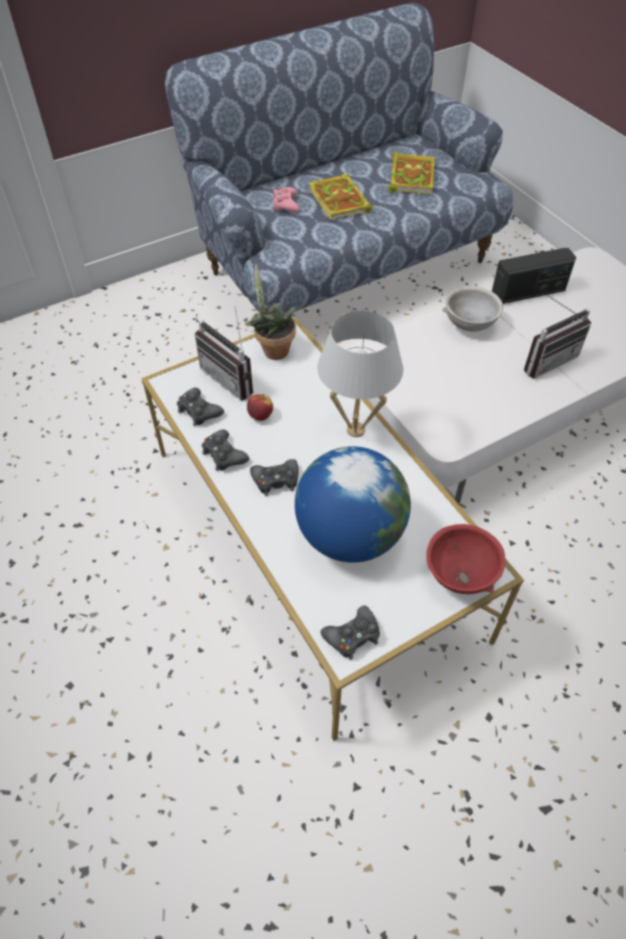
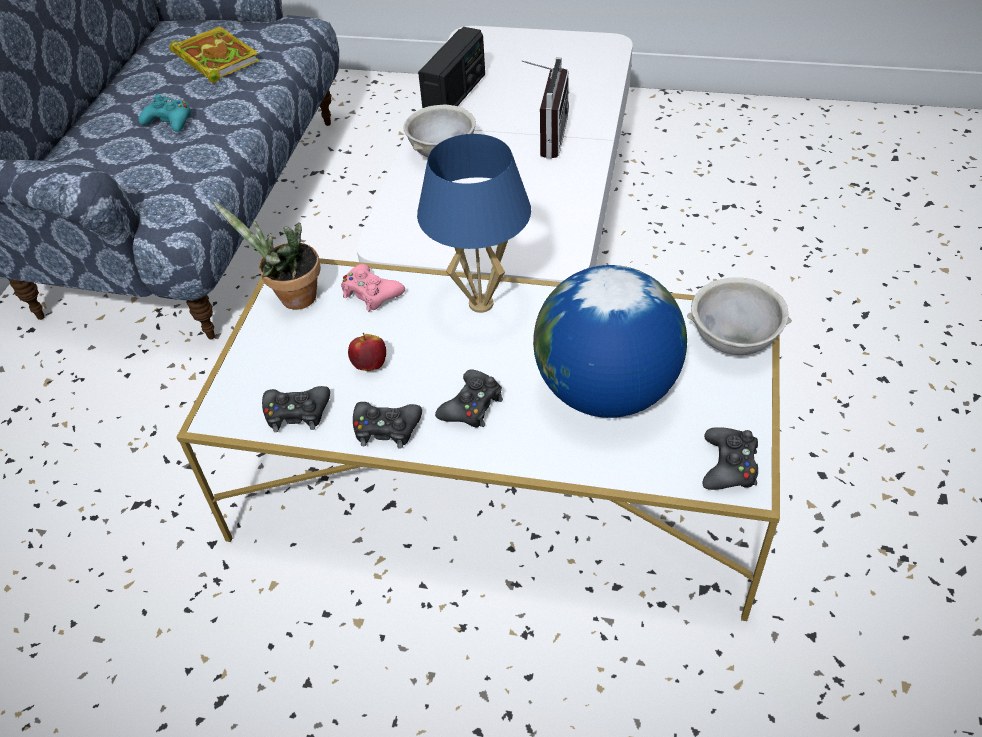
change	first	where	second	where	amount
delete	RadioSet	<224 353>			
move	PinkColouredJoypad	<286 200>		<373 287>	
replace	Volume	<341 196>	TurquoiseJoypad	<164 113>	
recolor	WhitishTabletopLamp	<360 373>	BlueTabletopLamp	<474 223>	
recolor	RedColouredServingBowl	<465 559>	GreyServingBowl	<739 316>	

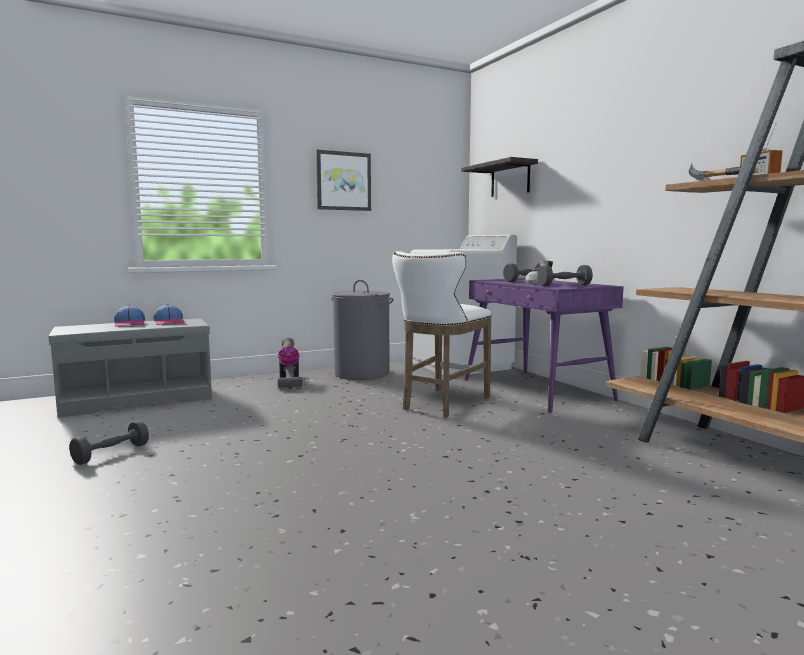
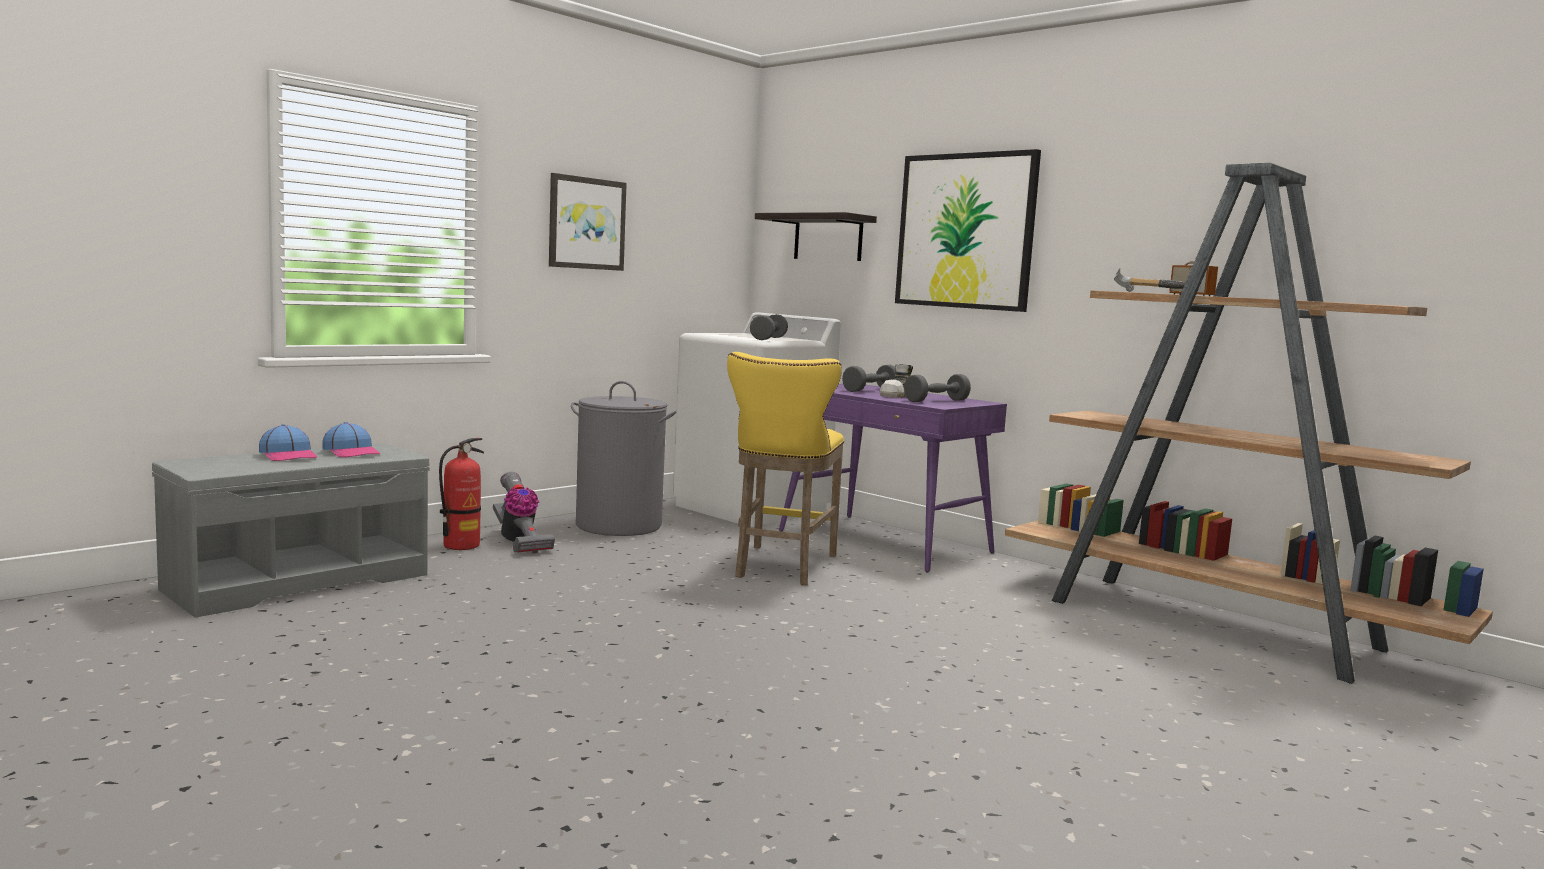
change	first	where	second	where	amount
move	GreyFreeWeight	<109 442>		<769 327>	
recolor	WhitishSittingStool	<442 334>	YellowishSittingStool	<785 468>	
insert			FireExtinguisher	<461 494>	
insert			WallPicture	<968 230>	

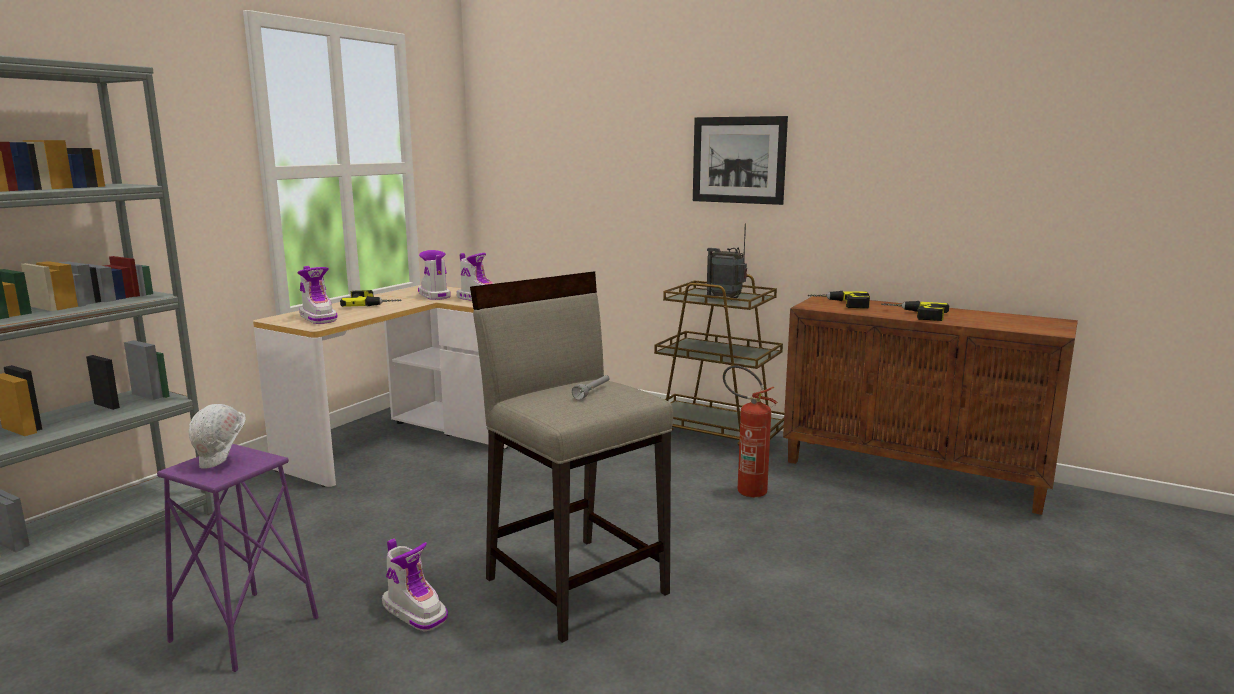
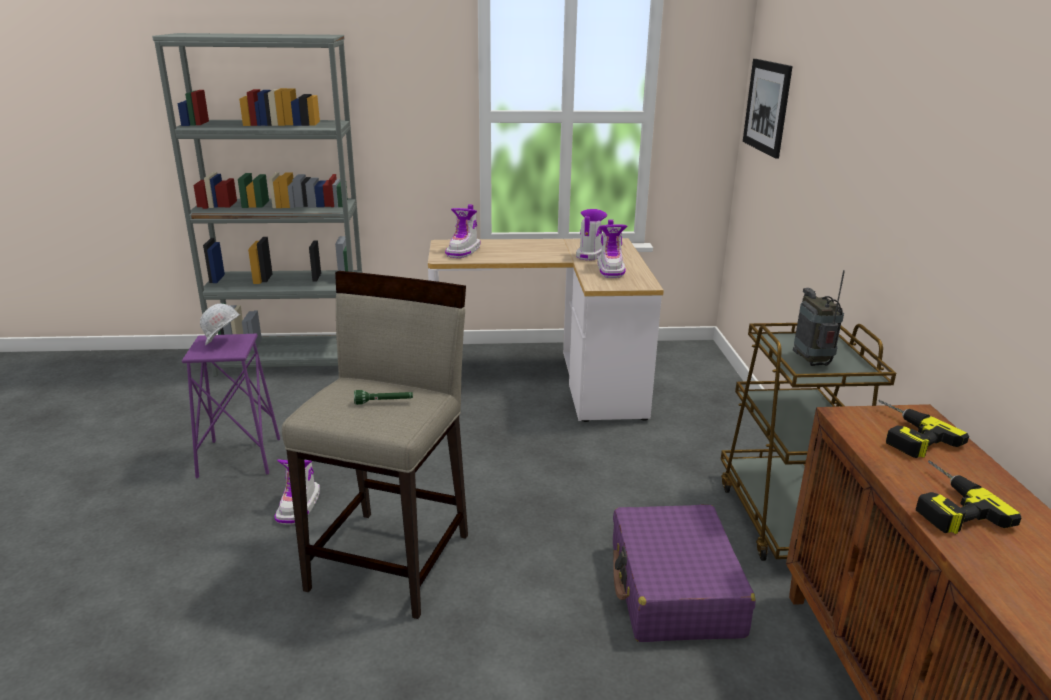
change	first	where	second	where	amount
delete	Drill	<370 298>			
recolor	GreyHandTorch	<591 387>	GreenHandTorch	<383 397>	
move	WallPicture	<740 160>		<768 109>	
replace	FireExtinguisher	<750 431>	PurplishPieceOfLuggage	<684 573>	

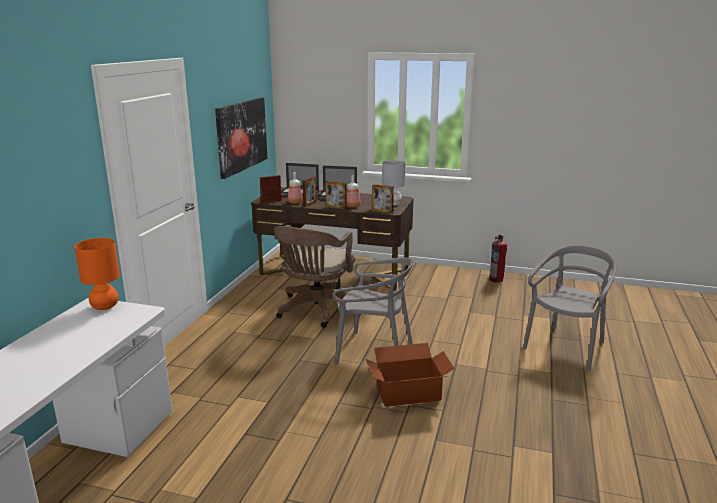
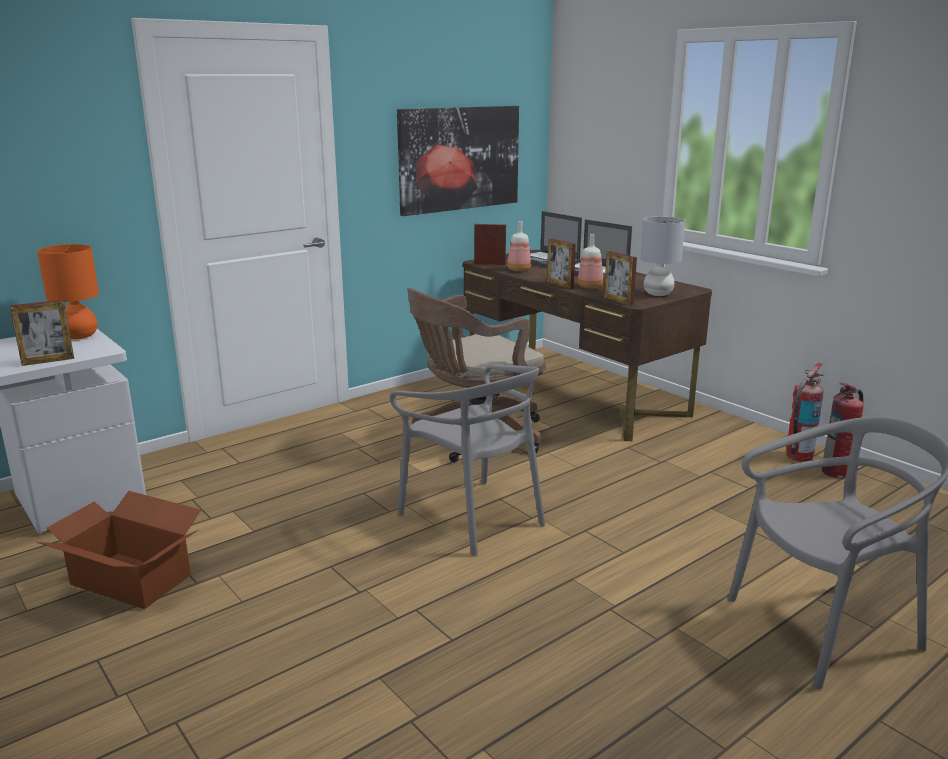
change	first	where	second	where	amount
move	StandingFrame	<310 191>		<42 333>	
move	PackingBox	<410 375>		<118 550>	
insert			FireExtinguisher	<805 412>	

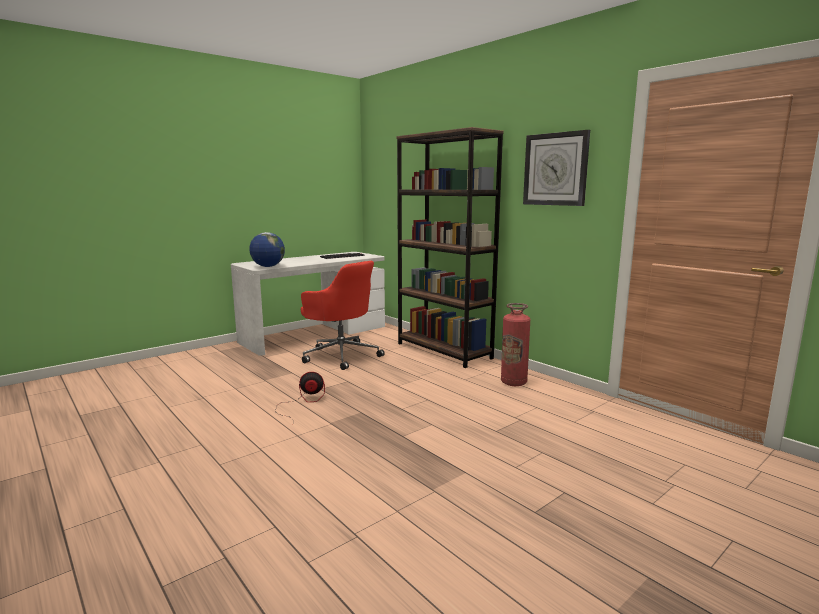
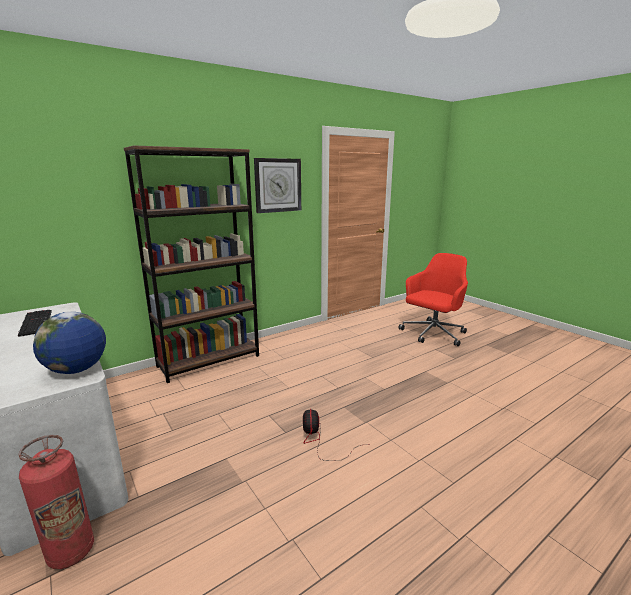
change	first	where	second	where	amount
move	RedColouredDeskChair	<343 315>		<433 299>	
move	FireExtinguisher	<515 344>		<56 502>	

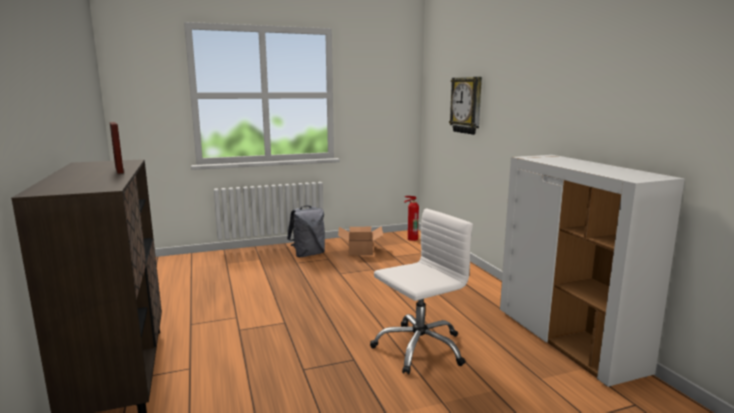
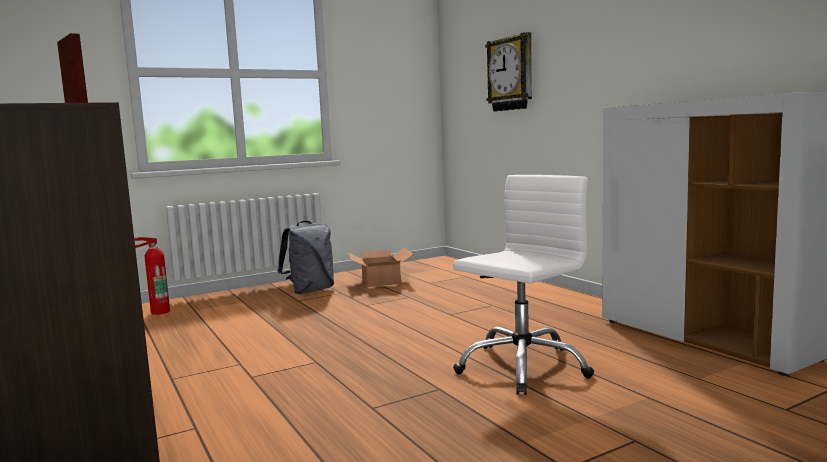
change	first	where	second	where	amount
move	FireExtinguisher	<411 218>		<152 276>	

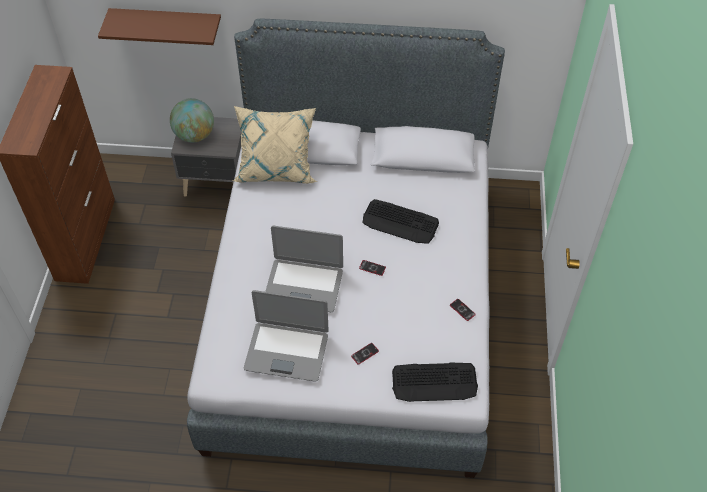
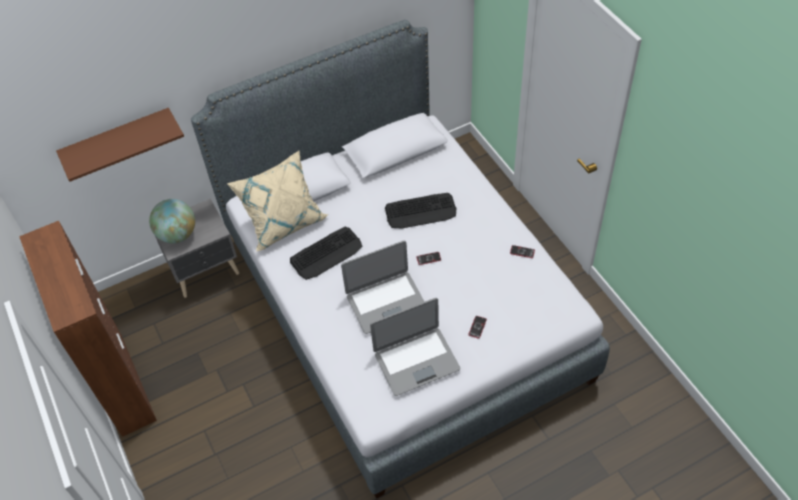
change	first	where	second	where	amount
move	Keyboard	<435 382>		<326 253>	

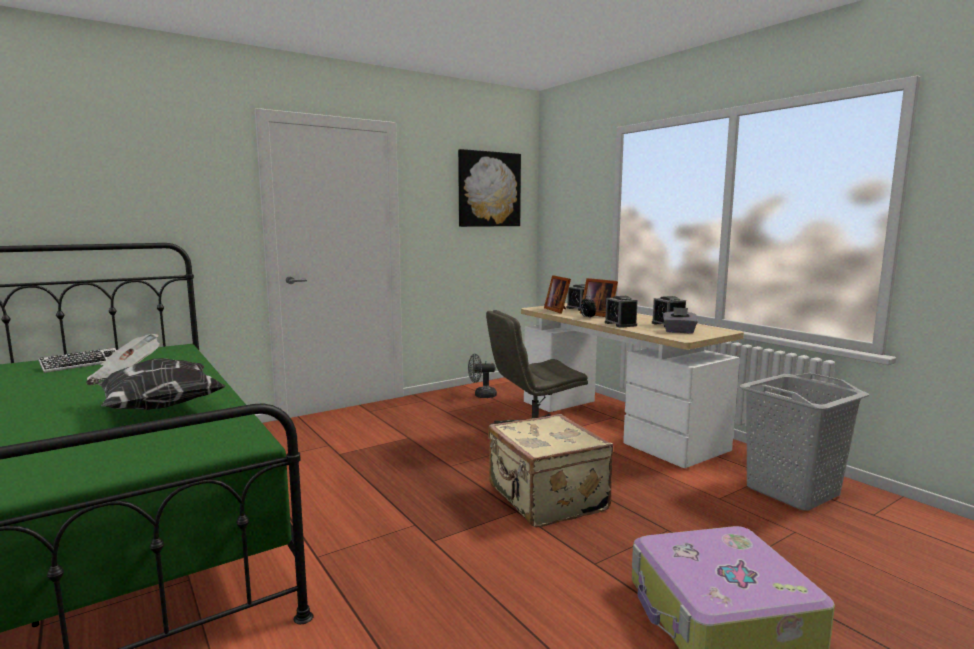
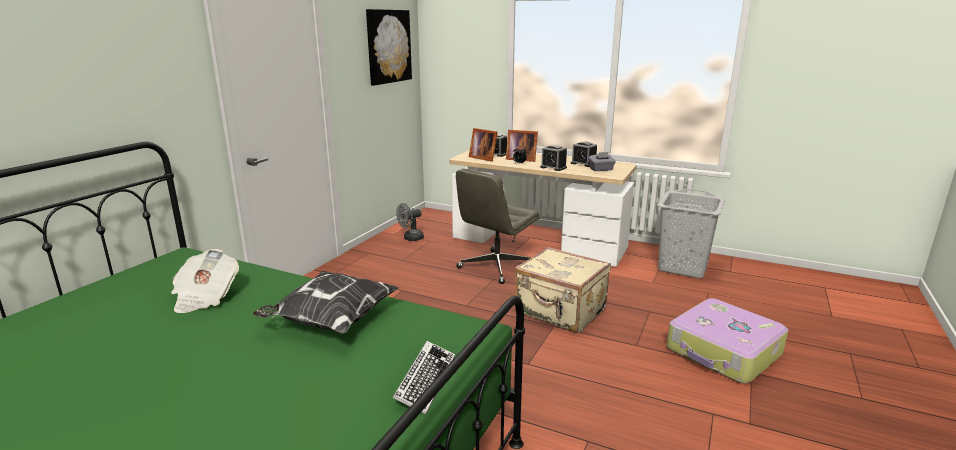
change	first	where	second	where	amount
move	Keyboard	<77 360>		<424 378>	

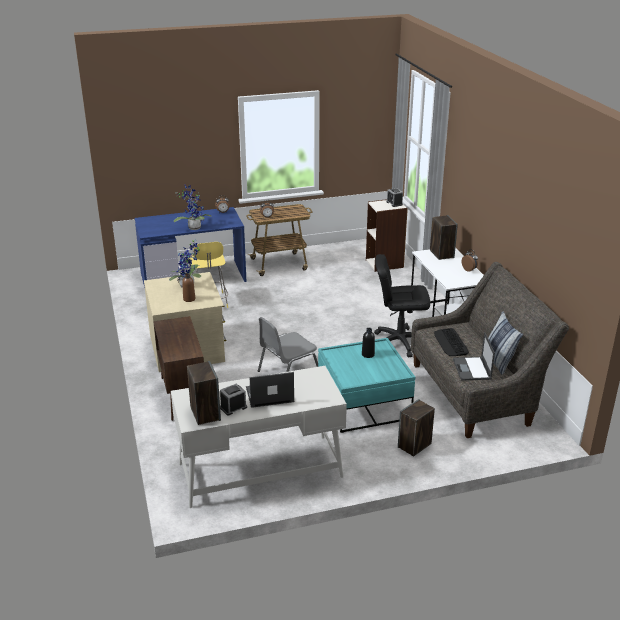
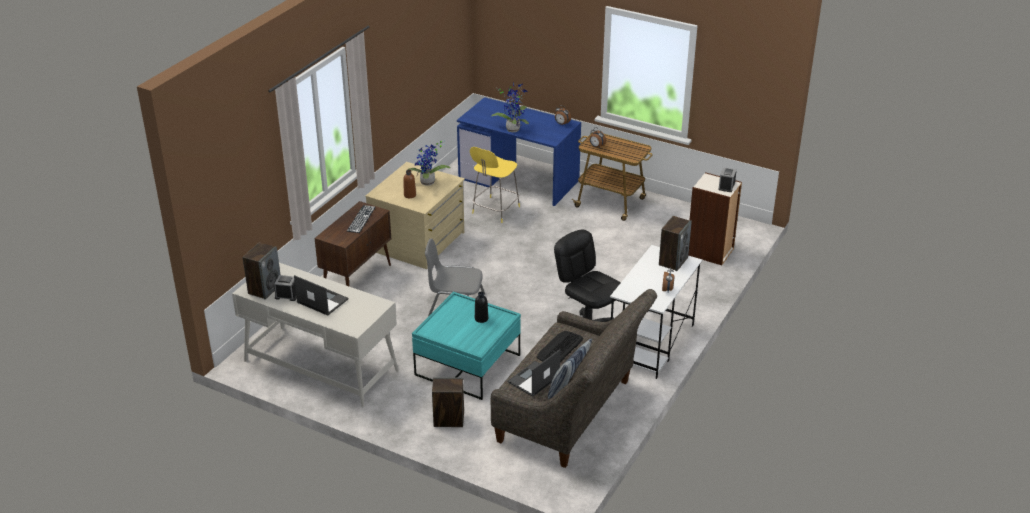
change	first	where	second	where	amount
insert			Keyboard	<361 219>	

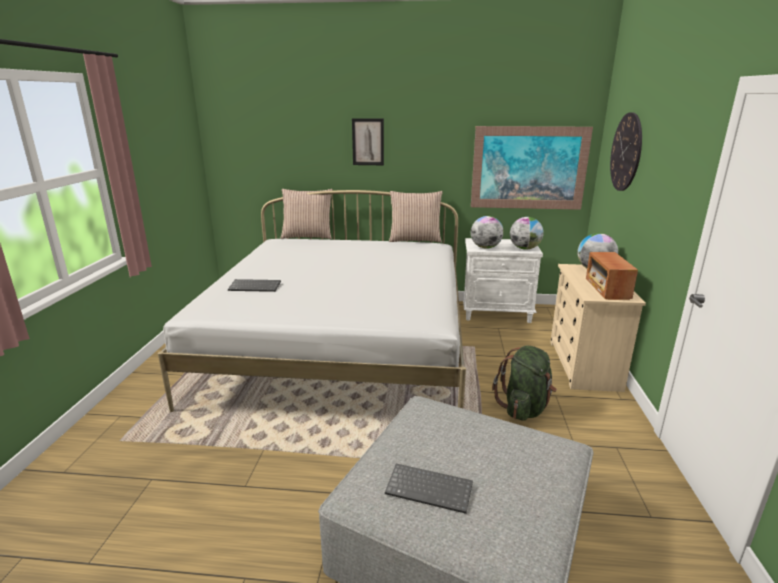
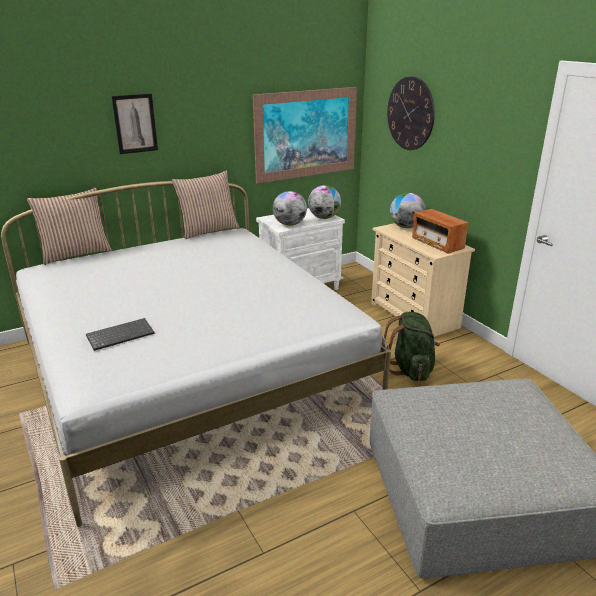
change	first	where	second	where	amount
delete	Keyboard	<429 489>			

